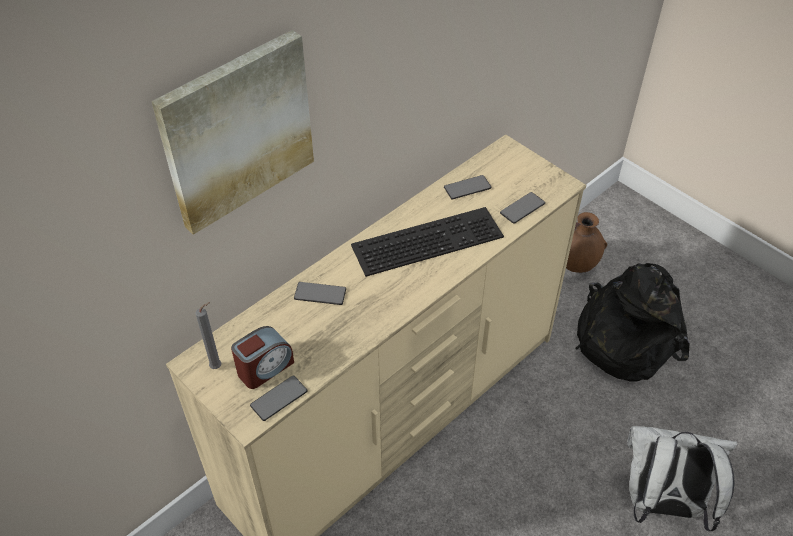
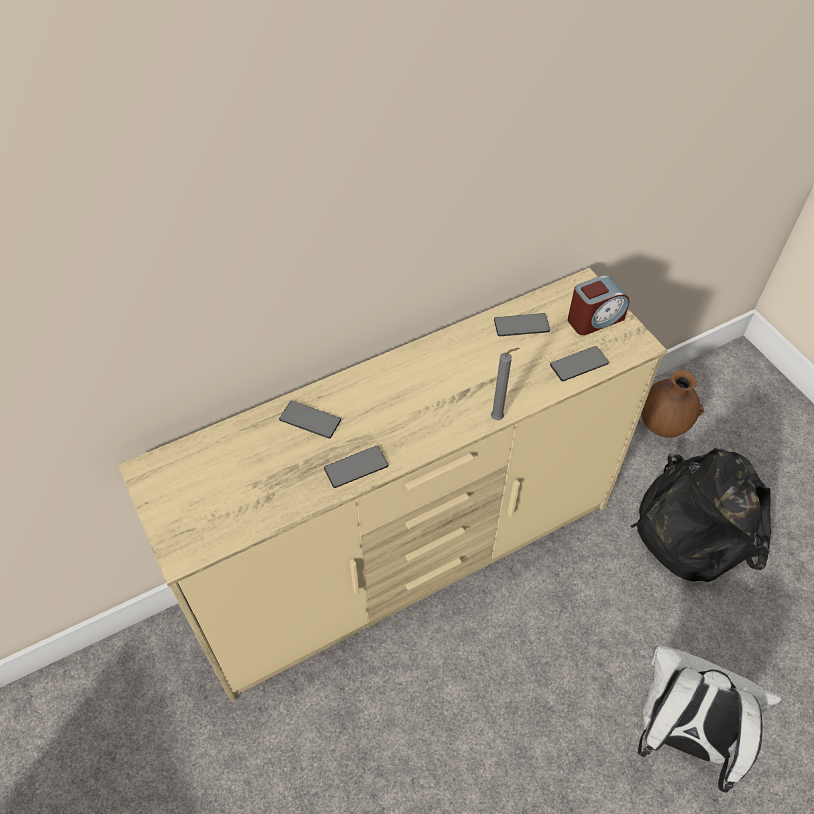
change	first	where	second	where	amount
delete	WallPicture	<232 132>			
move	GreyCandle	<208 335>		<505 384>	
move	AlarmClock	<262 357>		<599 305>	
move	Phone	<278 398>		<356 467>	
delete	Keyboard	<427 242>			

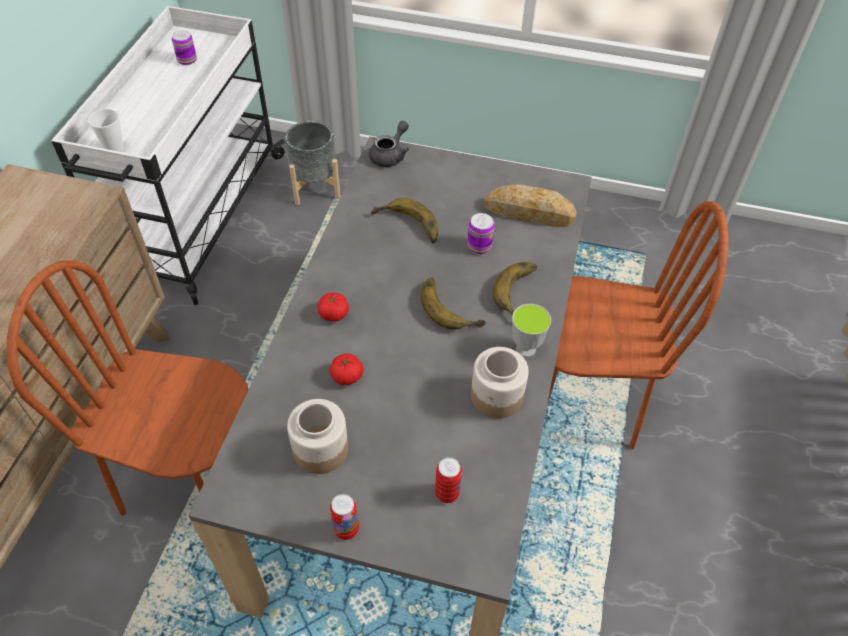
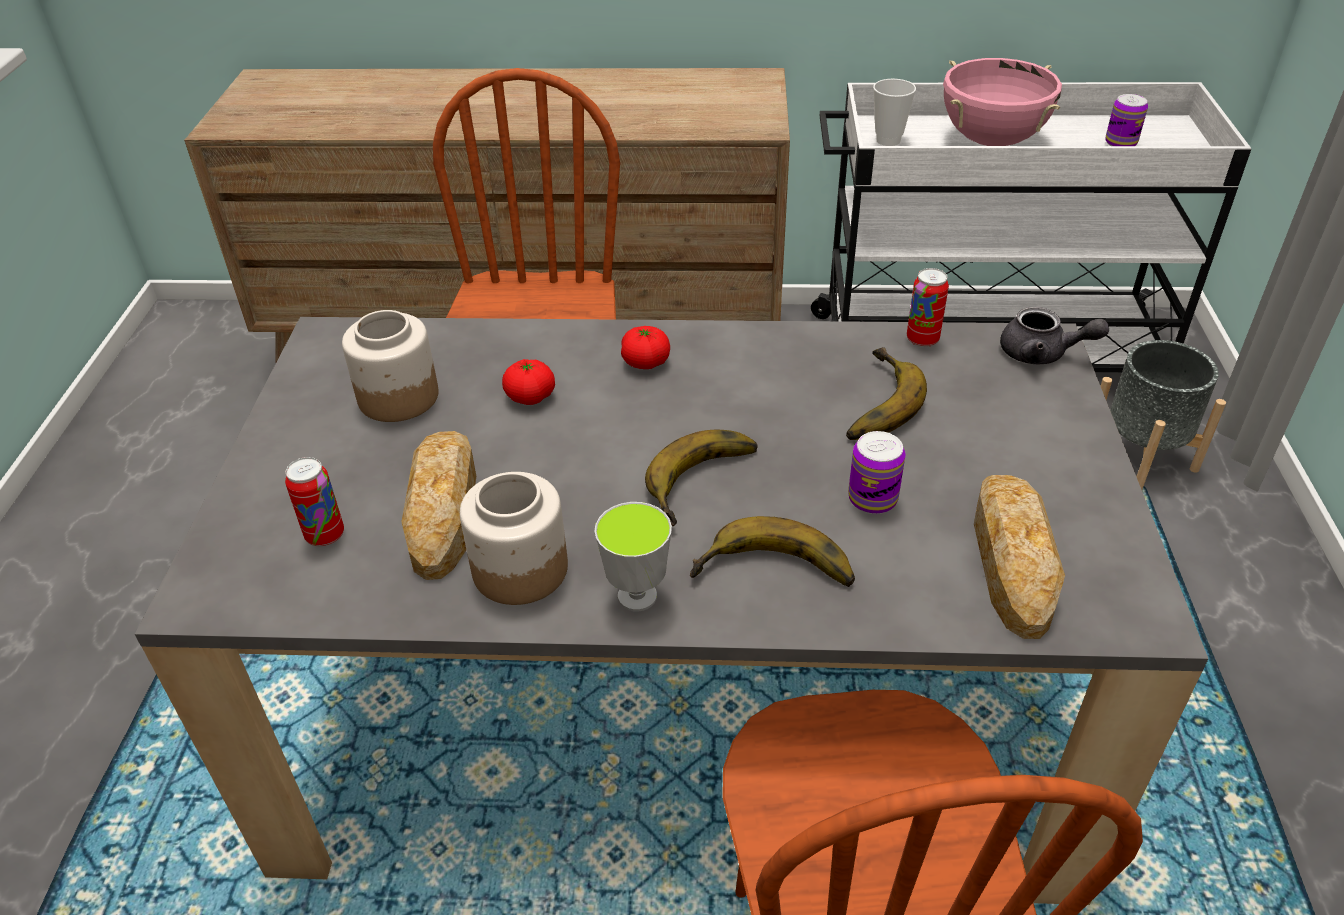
change	first	where	second	where	amount
move	MetalCan	<344 517>		<928 307>	
insert			BakeryBread	<439 505>	
insert			PinkColouredCookingPot	<1002 102>	

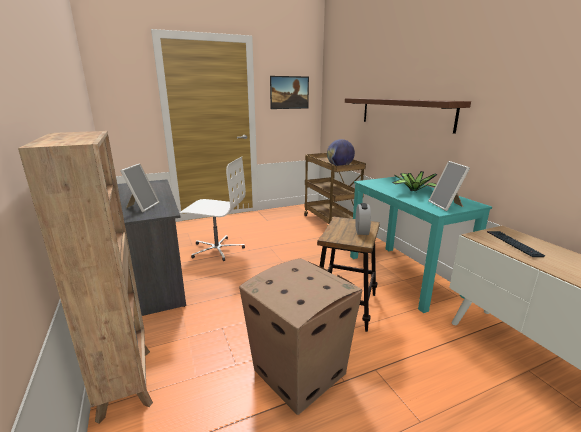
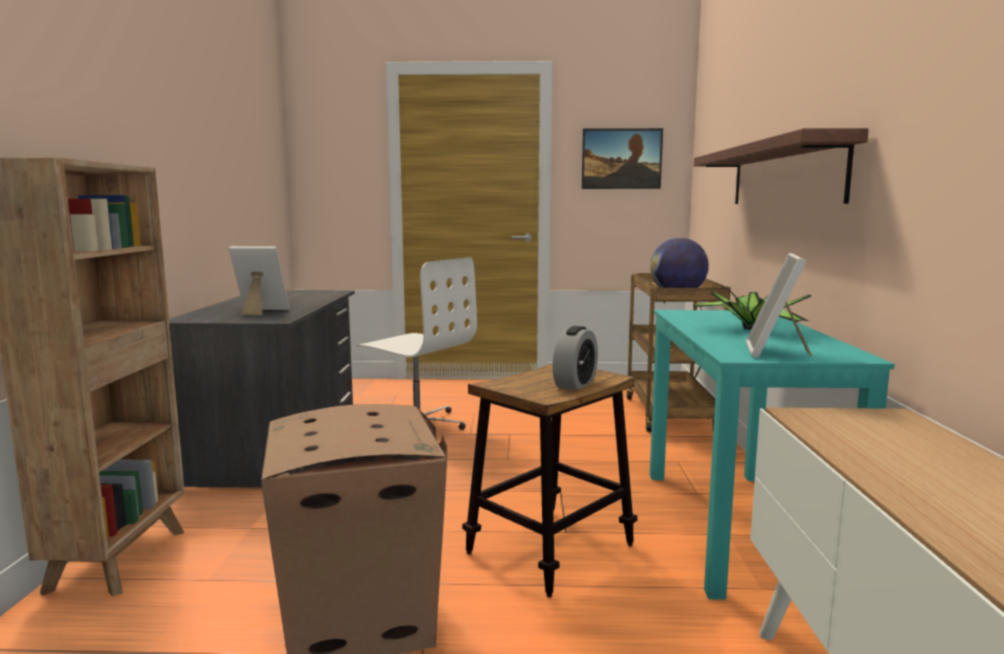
change	first	where	second	where	amount
rotate	StandingFrame	<139 188>		<259 280>	120 degrees counterclockwise
delete	Keyboard	<516 244>			

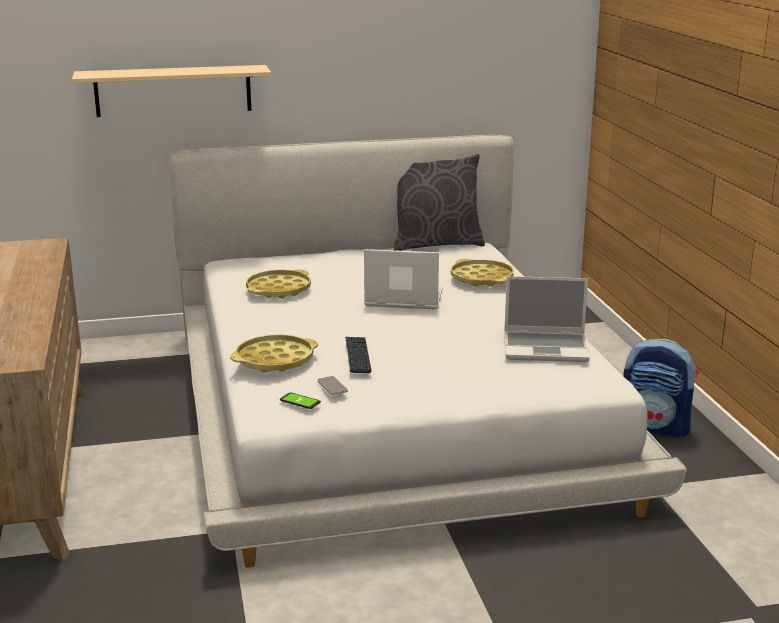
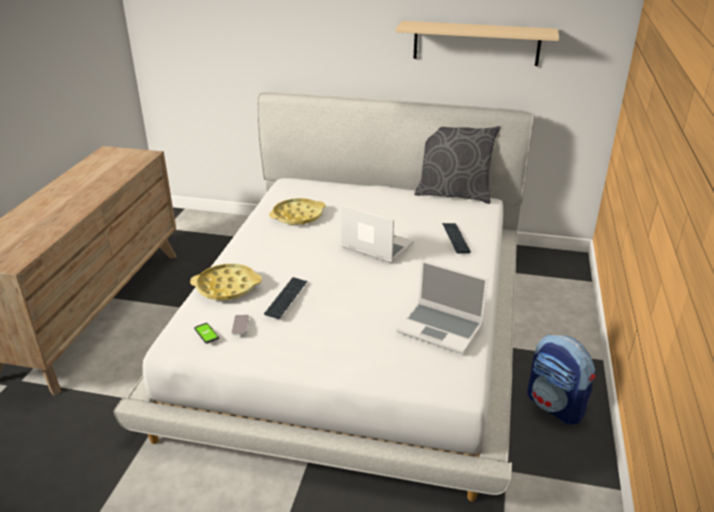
change	first	where	second	where	amount
move	BeigeShelf	<171 91>		<477 43>	
replace	YellowishCarryingTray	<482 273>	Keyboard	<456 238>	

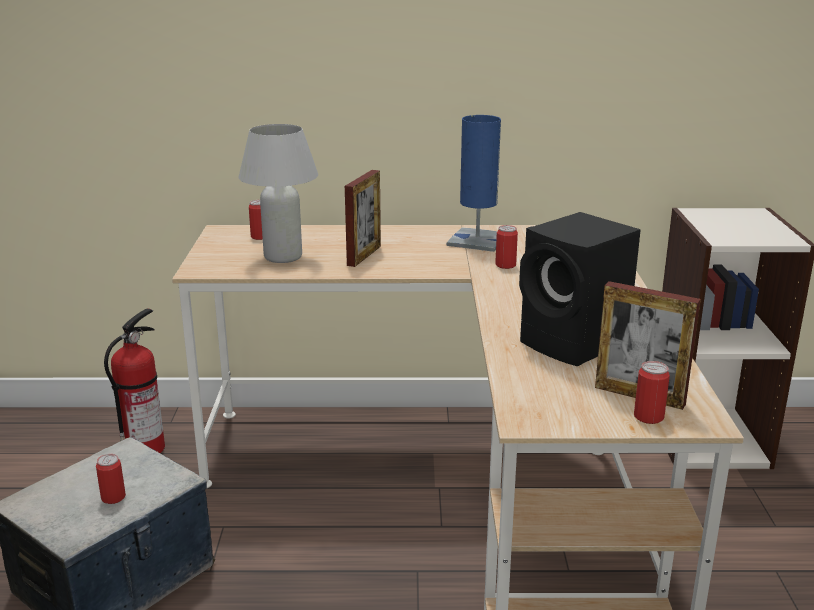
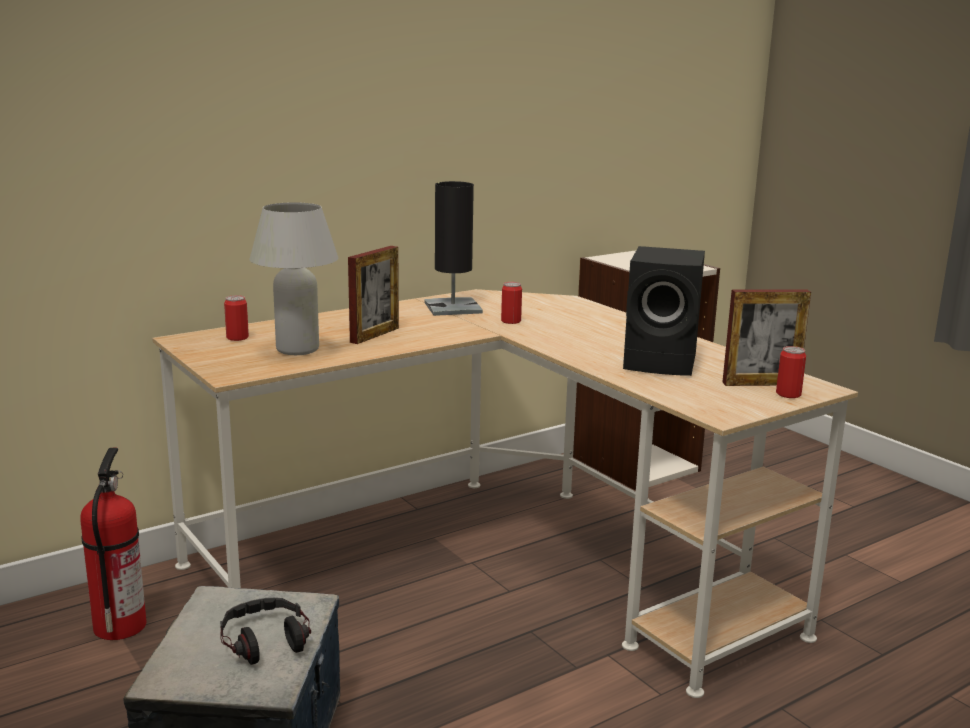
change	first	where	second	where	amount
replace	MetalCan	<111 479>	Headset	<265 631>	
rotate	StandingFrame	<363 218>		<373 295>	45 degrees clockwise
recolor	BlueTabletopLamp	<474 183>	BlackTabletopLamp	<453 248>	

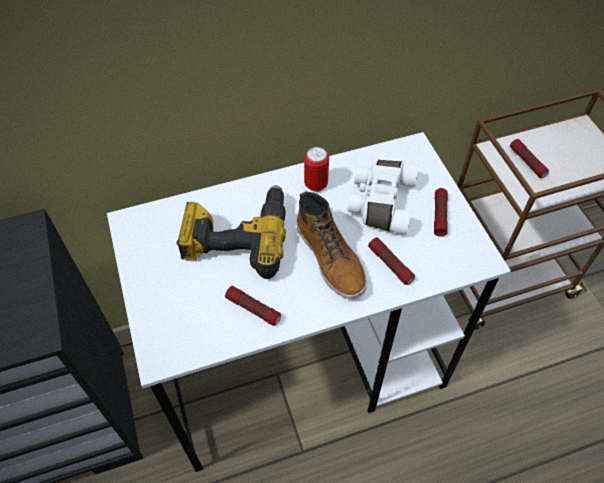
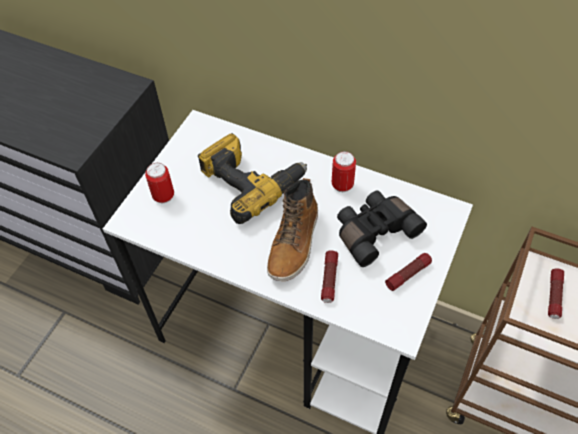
change	first	where	second	where	amount
delete	HandTorch	<253 306>			
recolor	WhitishFieldGlasses	<383 197>	BlackFieldGlasses	<382 228>	
insert			MetalCan	<159 183>	

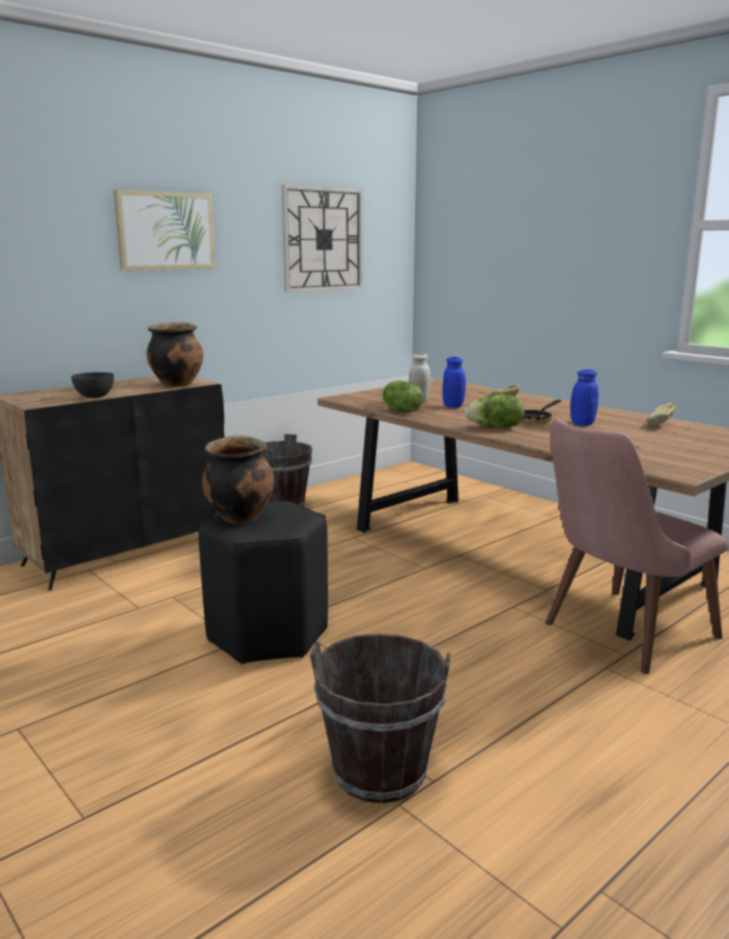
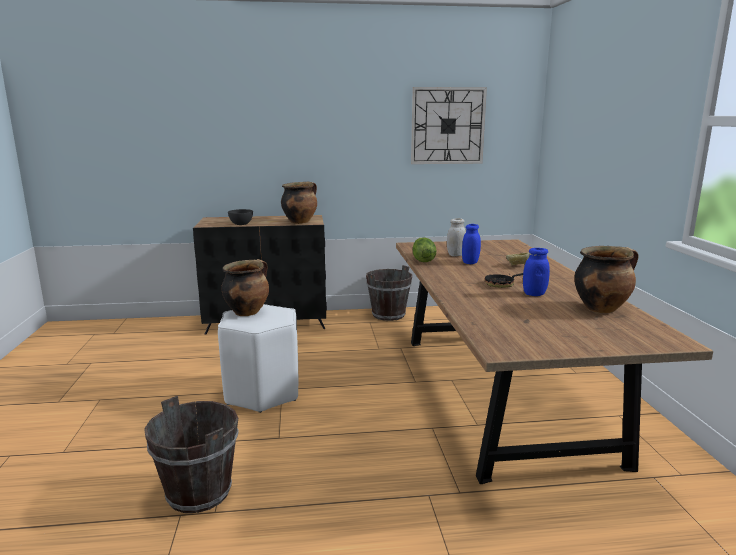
change	first	where	second	where	amount
delete	WallPicture	<164 230>			
recolor	BlackSittingStool	<263 582>	WhitishSittingStool	<258 358>	
delete	HeadOfLettuce	<494 411>			
delete	PinkColouredPlainChair	<636 546>			
replace	BakeryBread	<661 415>	CookingPot	<606 279>	

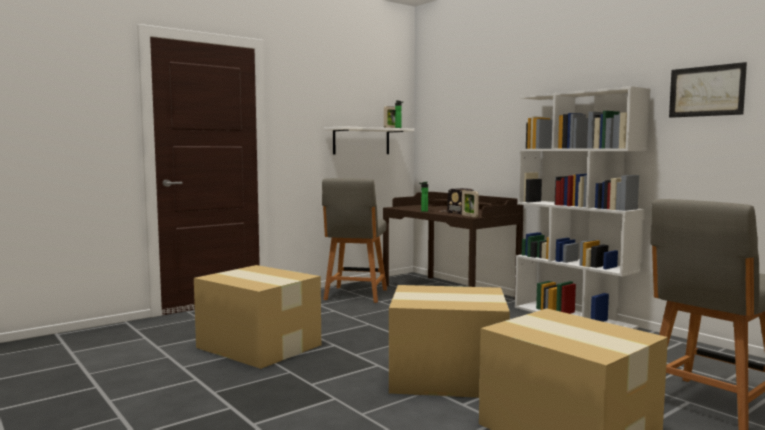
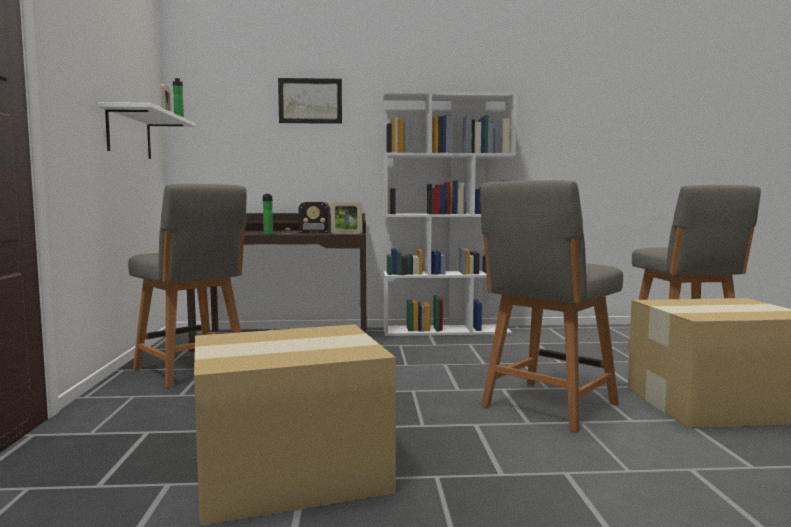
change	first	where	second	where	amount
replace	PackingBox	<449 341>	GreyPlainChair	<551 306>	
move	WallPicture	<708 90>		<310 101>	

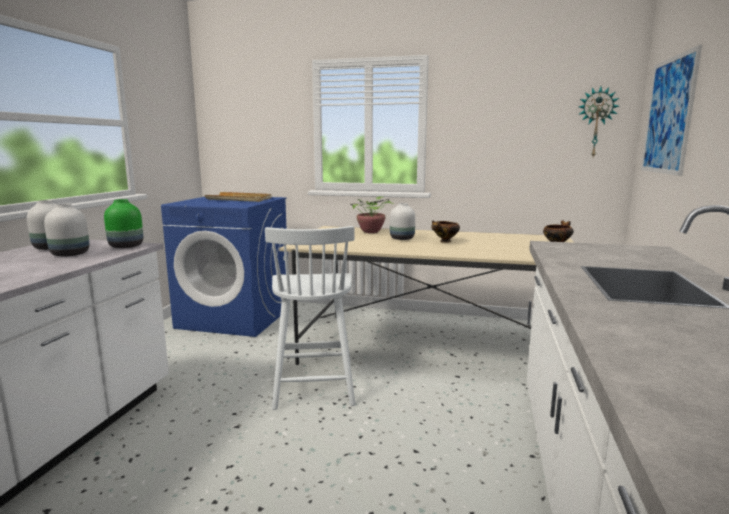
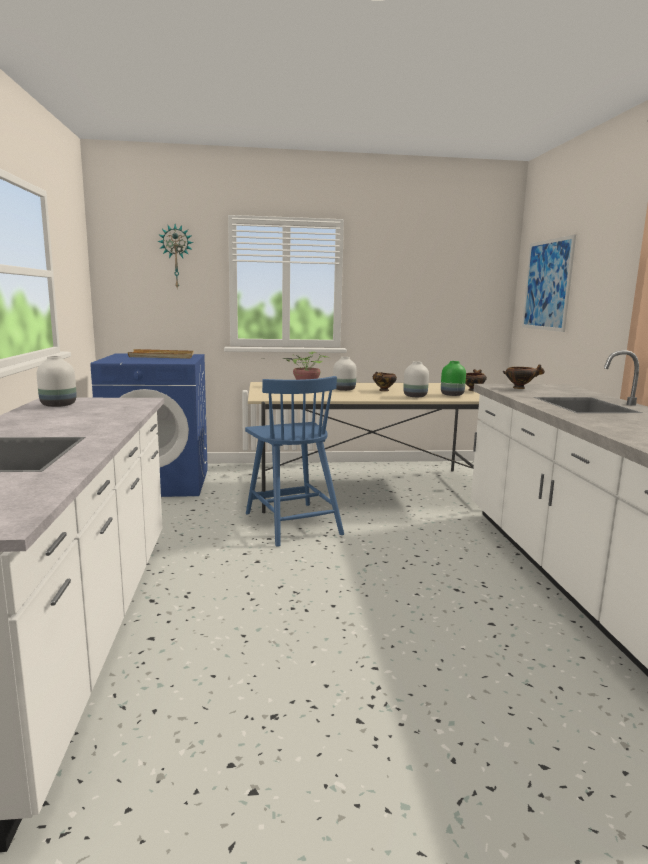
change	first	where	second	where	amount
move	WhitishDecorativeVase	<66 229>		<416 379>	
move	GreenDecorativeVase	<123 223>		<453 378>	
recolor	WhitishPlainChair	<310 318>	BluePlainChair	<294 461>	
move	HangingClock	<598 122>		<175 256>	
insert			ServingBowl	<524 376>	

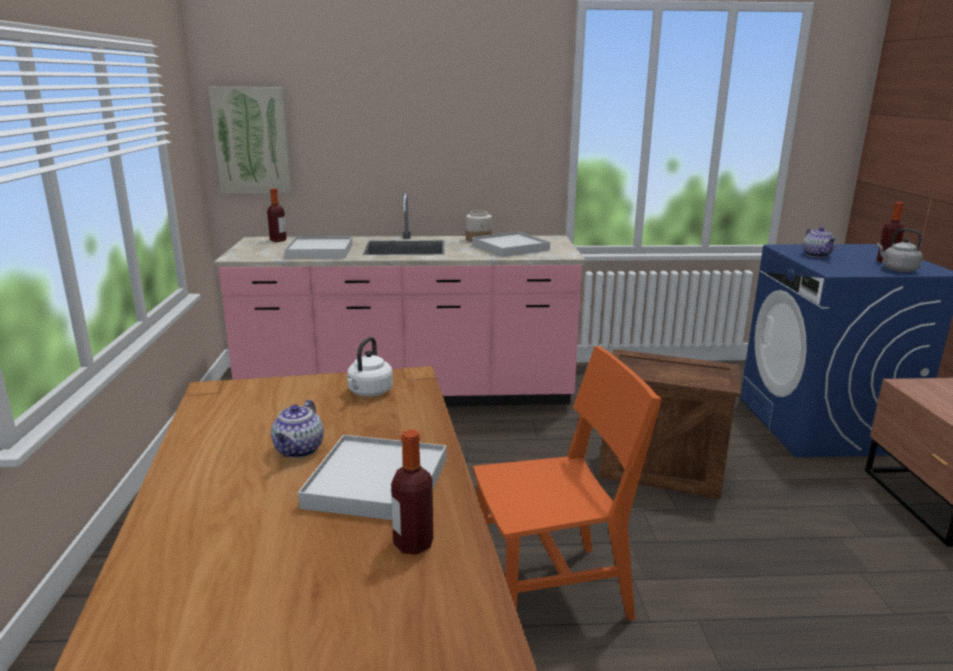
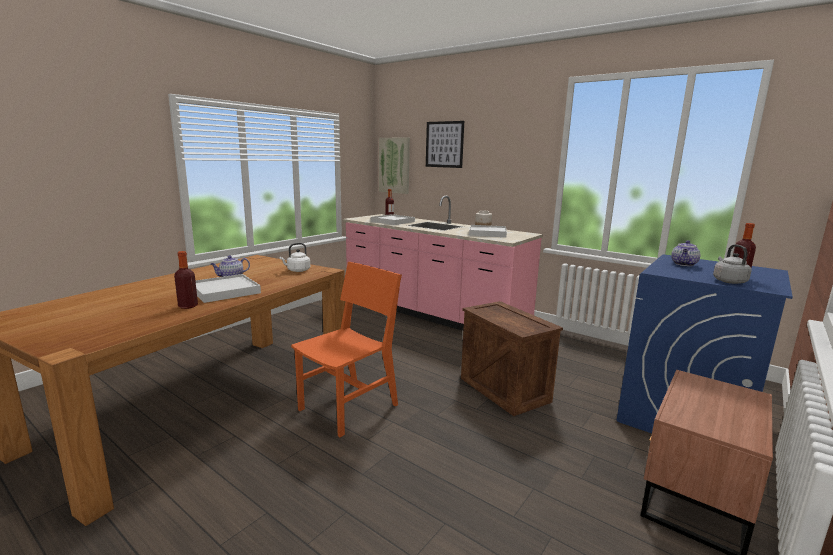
change	first	where	second	where	amount
rotate	OrangeColouredPlainChair	<567 483>		<346 349>	75 degrees counterclockwise
insert			WallPicture	<445 144>	

